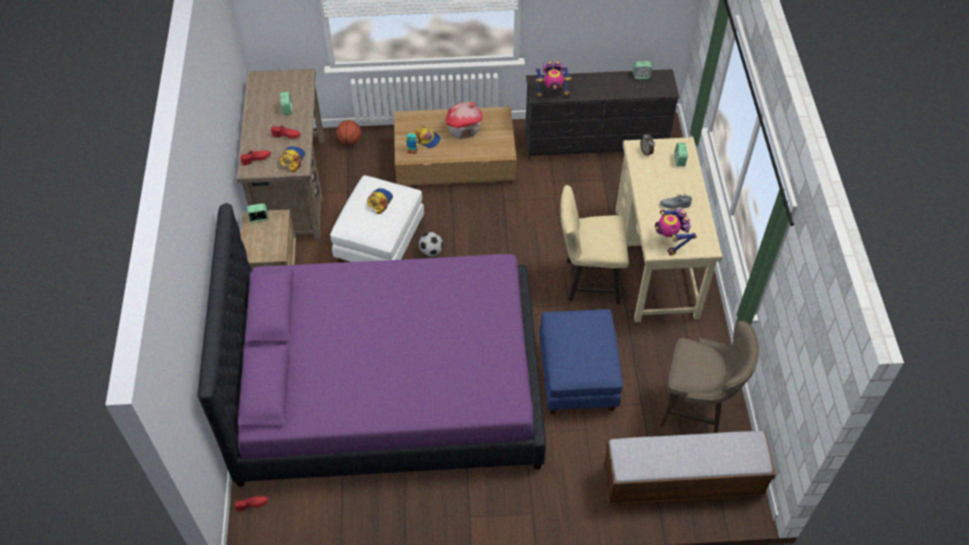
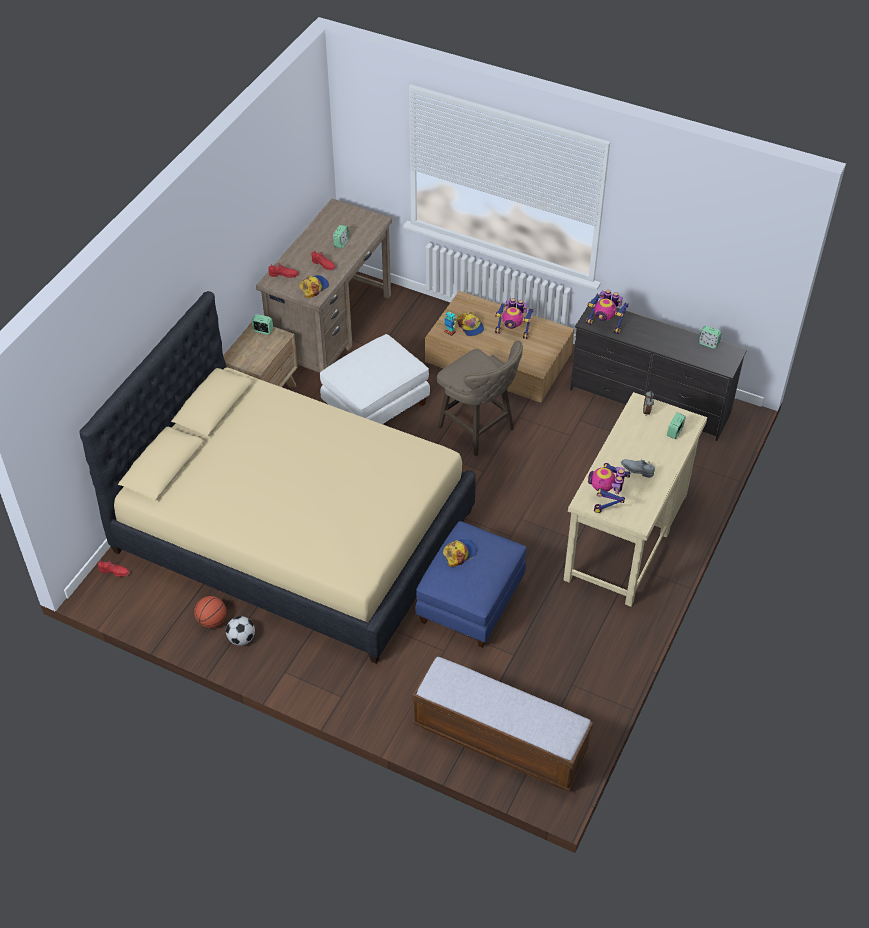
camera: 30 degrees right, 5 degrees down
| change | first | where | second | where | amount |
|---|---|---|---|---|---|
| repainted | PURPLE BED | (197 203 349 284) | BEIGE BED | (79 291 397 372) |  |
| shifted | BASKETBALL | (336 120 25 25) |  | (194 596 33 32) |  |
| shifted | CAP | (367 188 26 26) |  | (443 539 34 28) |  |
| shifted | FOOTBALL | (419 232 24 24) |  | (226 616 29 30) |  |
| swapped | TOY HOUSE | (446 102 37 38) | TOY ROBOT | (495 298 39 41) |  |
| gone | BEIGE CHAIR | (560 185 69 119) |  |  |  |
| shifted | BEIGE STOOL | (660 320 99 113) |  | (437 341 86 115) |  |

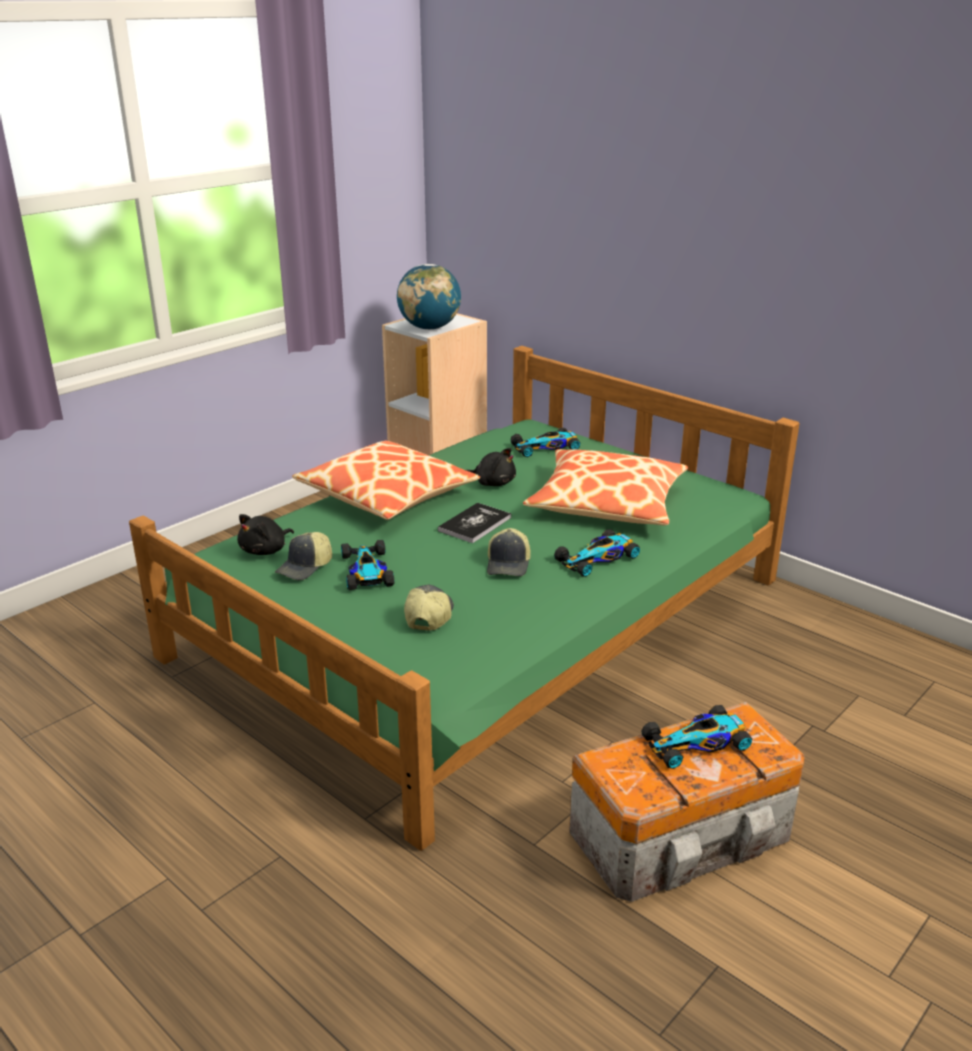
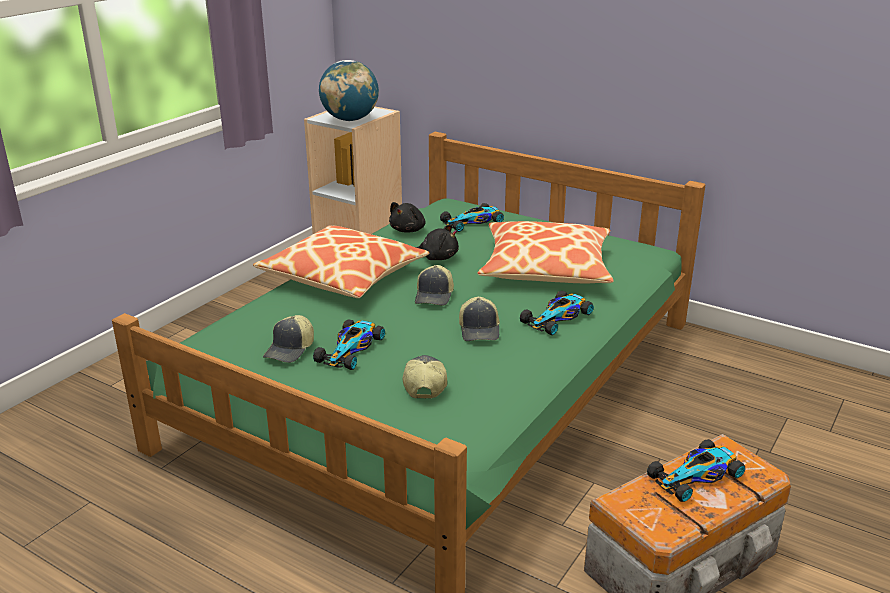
camera: 10 degrees left, 0 degrees up
| change | first | where | second | where | amount |
|---|---|---|---|---|---|
| shifted | BLACK PLUSH TOY | (237 514 57 41) |  | (389 202 36 31) |  |
| rotated | TOY CAR | (341 540 53 50) |  | (313 319 72 51) | 135 degrees counterclockwise |
| swapped | BOOK | (438 503 73 40) | CAP | (415 265 39 41) |  |

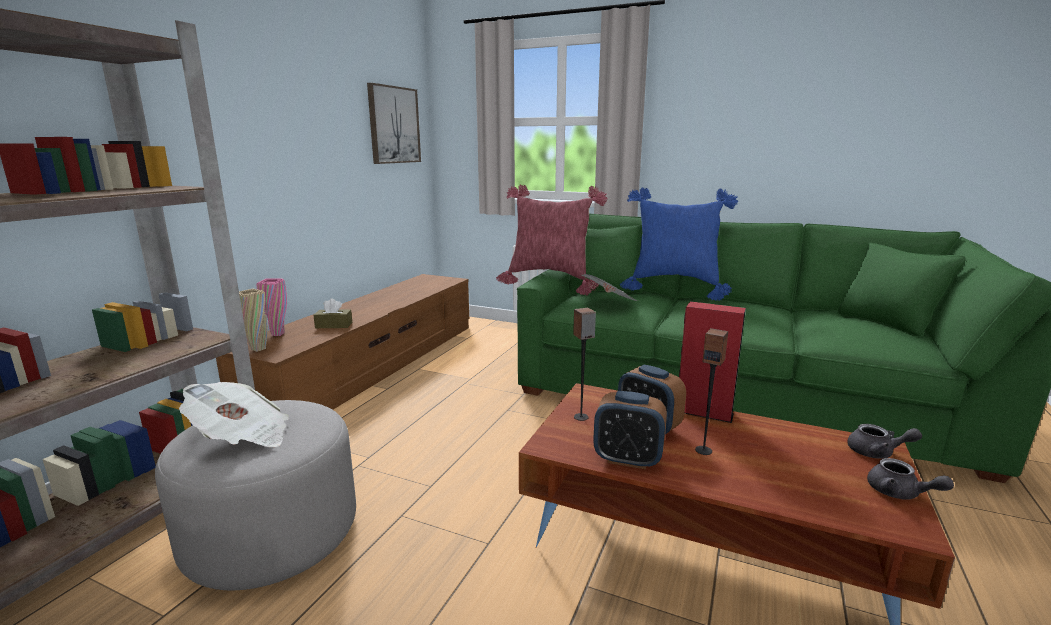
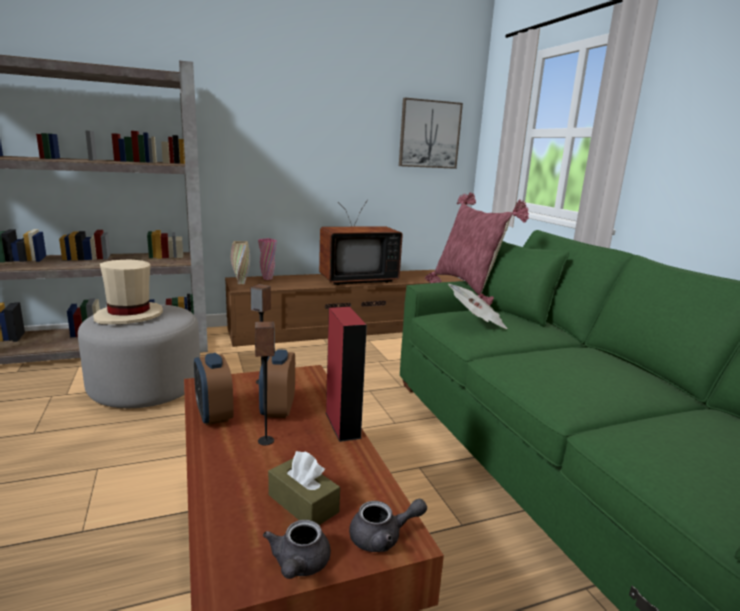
camera: 45 degrees right, 0 degrees up
| change | first | where | second | where | amount |
|---|---|---|---|---|---|
| swapped | NEWSPAPER | (179 382 110 65) | BEIGE HAT | (93 259 70 66) |  |
| shifted | BROWN TISSUE BOX | (313 298 39 30) |  | (268 451 72 74) |  |
| gone | BLUE PILLOW | (619 188 119 113) |  |  |  |
| rotated | GREY TEAPOT | (847 424 75 35) |  | (349 499 78 53) | 75 degrees counterclockwise |
| new |  |  | TELEVISION | (319 199 84 86) |  |

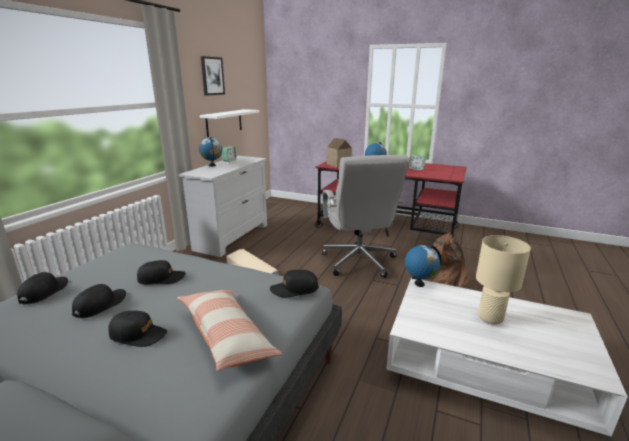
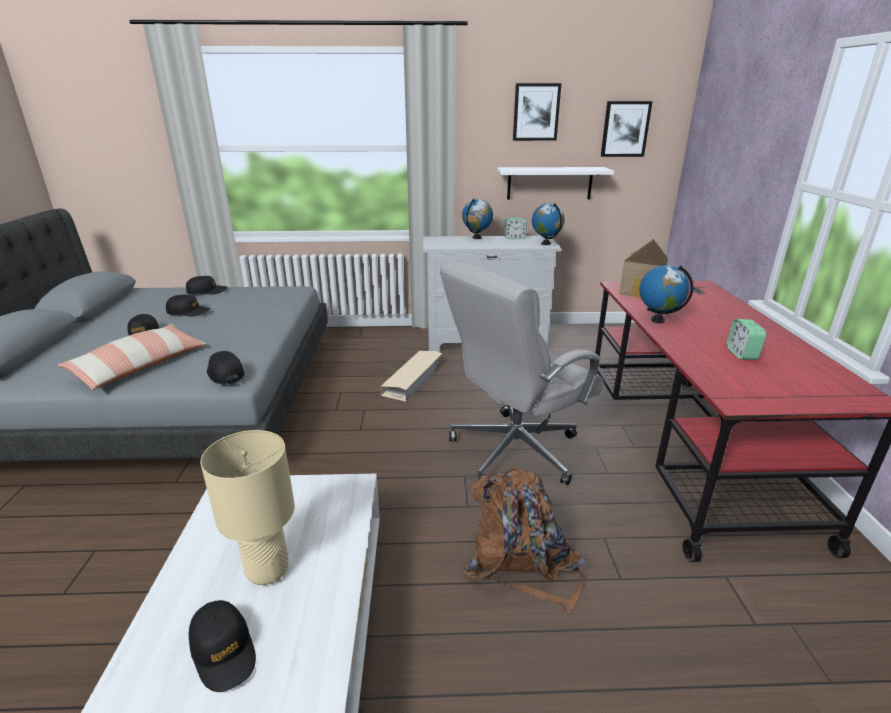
camera: 65 degrees right, 5 degrees up
| change | first | where | second | where | amount |
|---|---|---|---|---|---|
| shifted | BLACK CAP | (137 260 49 25) |  | (189 600 67 92) |  |
| shifted | GLOBE | (405 245 36 42) |  | (532 203 33 42) |  |
| new |  |  | PICTURE | (601 101 52 56) |  |

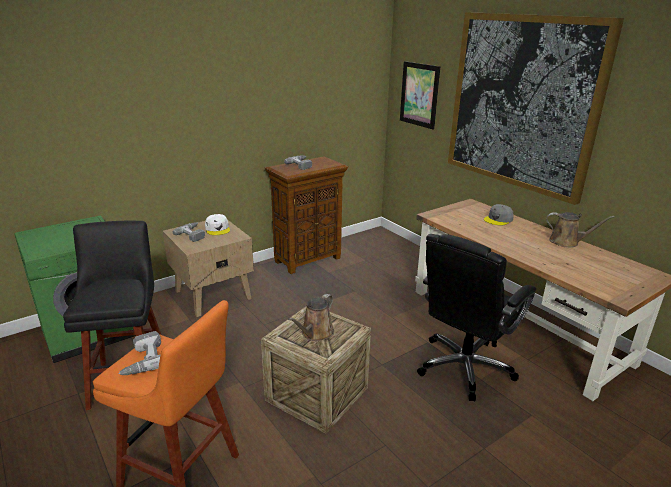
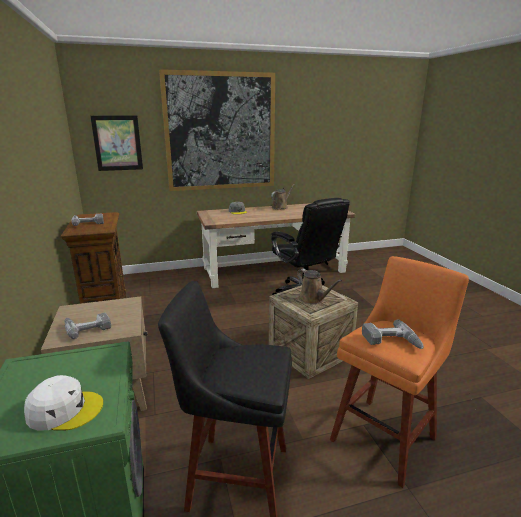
camera: 70 degrees left, 5 degrees down
| change | first | where | second | where | amount |
|---|---|---|---|---|---|
| shifted | WHITE CAP | (205 214 25 21) |  | (24 375 79 56) |  |

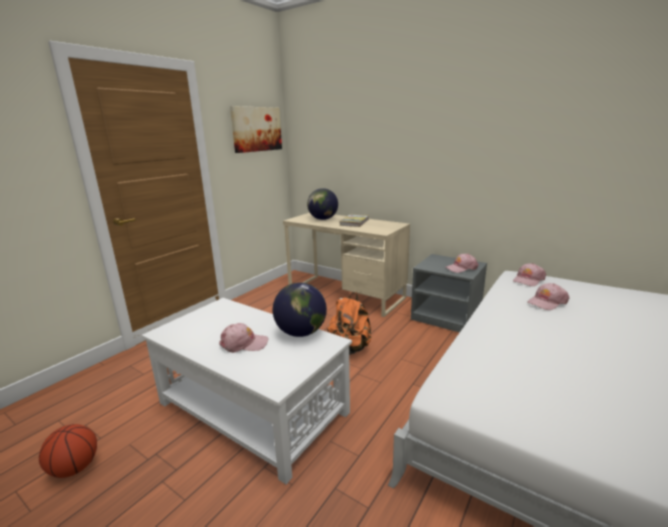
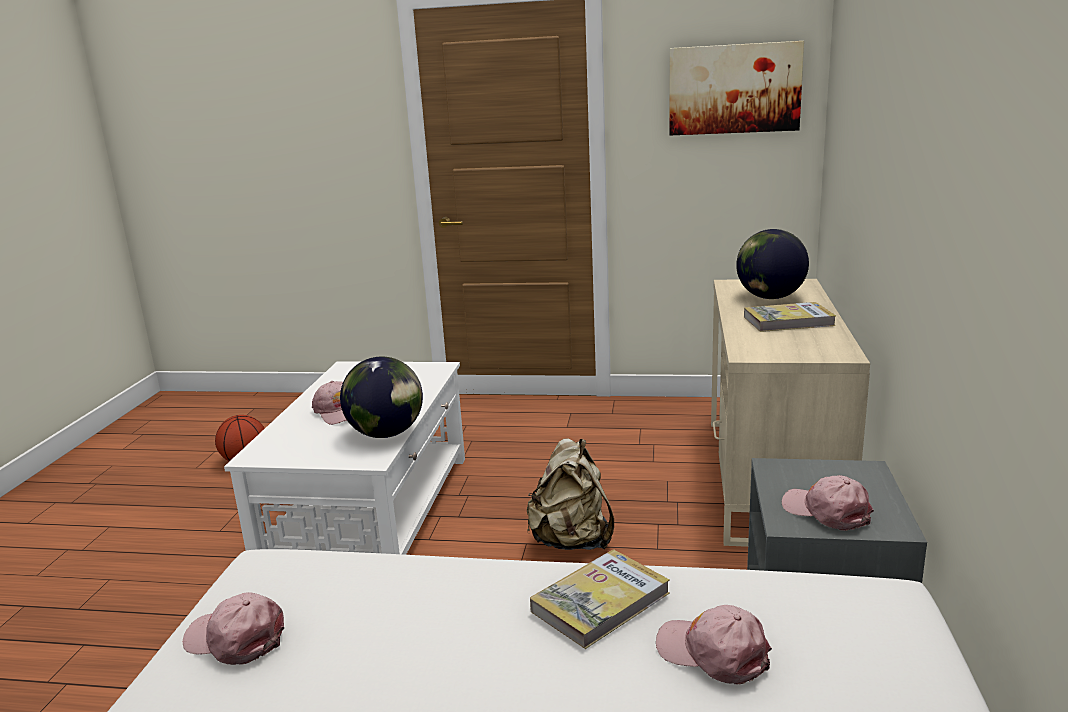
camera: 65 degrees right, 0 degrees up
| change | first | where | second | where | amount |
|---|---|---|---|---|---|
| repainted | ORANGE BACKPACK | (327 292 44 63) | BEIGE BACKPACK | (527 438 87 112) |  |
| shifted | PINK CAP | (513 263 33 23) |  | (183 593 101 72) |  |
| new |  |  | BOOK | (530 550 140 99) |  |

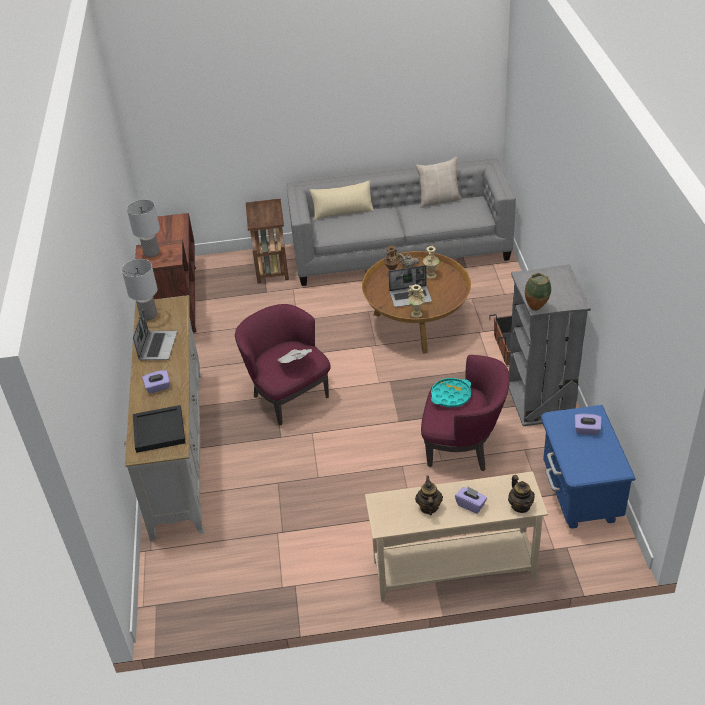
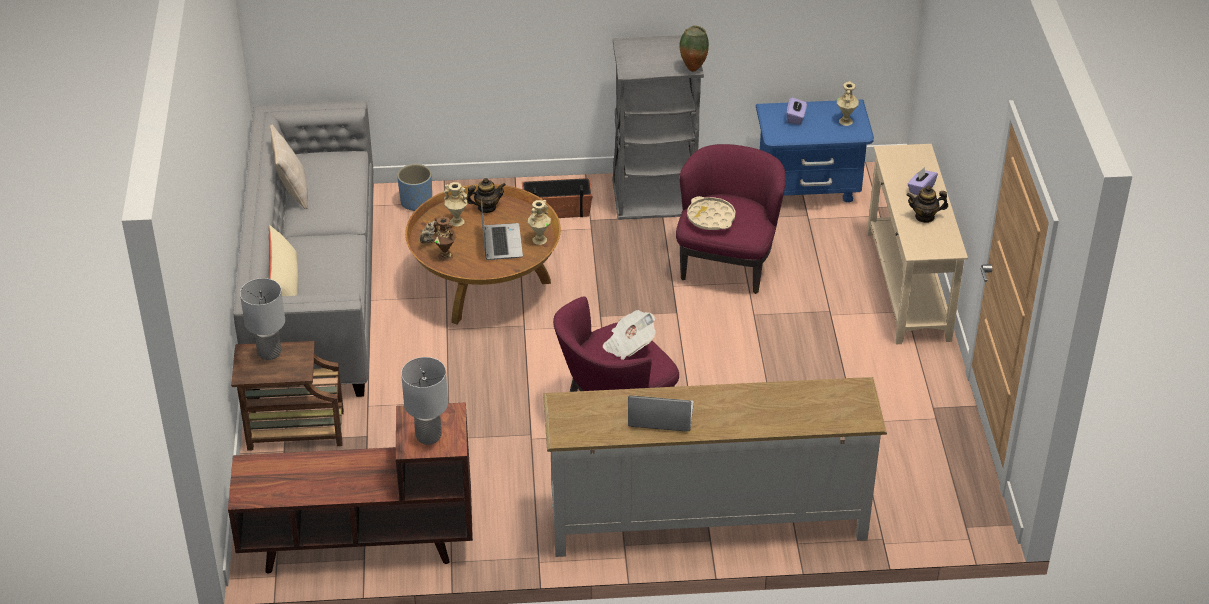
camera: 90 degrees left, 0 degrees up
| change | first | where | second | where | amount |
|---|---|---|---|---|---|
| shifted | GREY TABLE LAMP | (122 259 36 61) |  | (240 278 45 82) |  |
| gone | BLACK TRAY | (133 405 52 48) |  |  |  |
| gone | PURPLE TISSUE BOX | (142 370 28 23) |  |  |  |
| repainted | TURQUOISE TRAY | (431 378 40 29) | BEIGE TRAY | (687 196 49 34) |  |
| shifted | TEAPOT | (508 475 27 38) |  | (466 178 40 35) |  |
| new |  |  | BLUE PLANTER | (397 164 35 47) |  |
| new |  |  | BEIGE VASE | (837 81 22 45) |  |

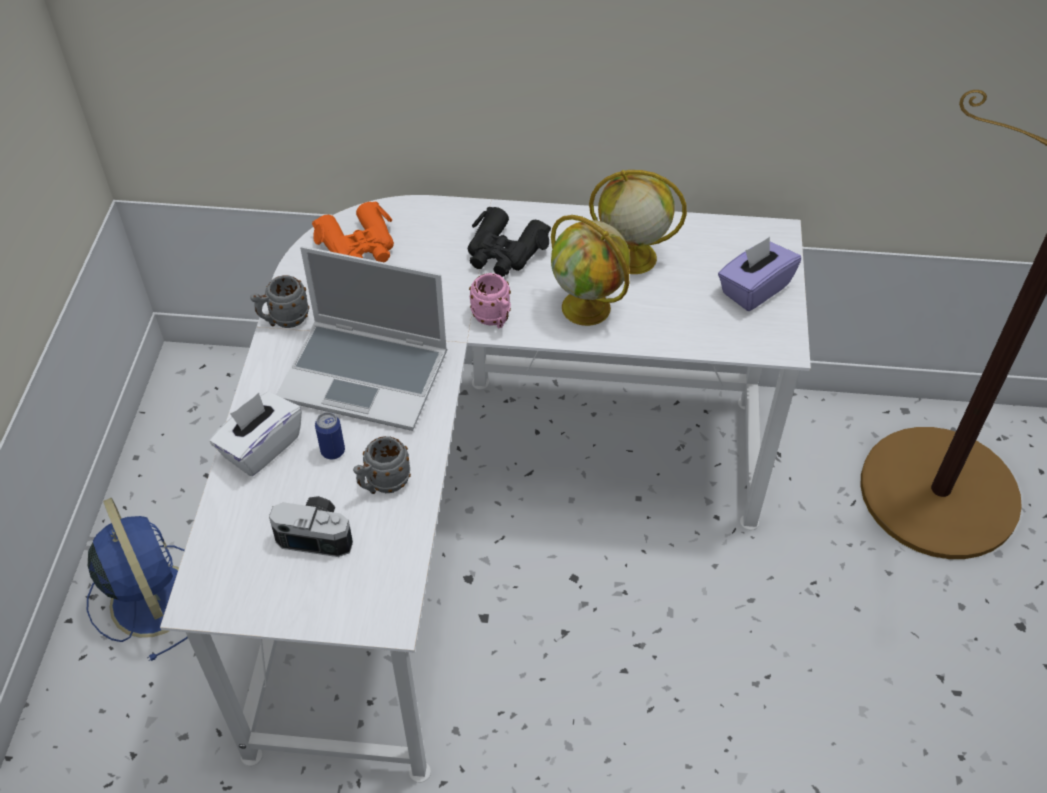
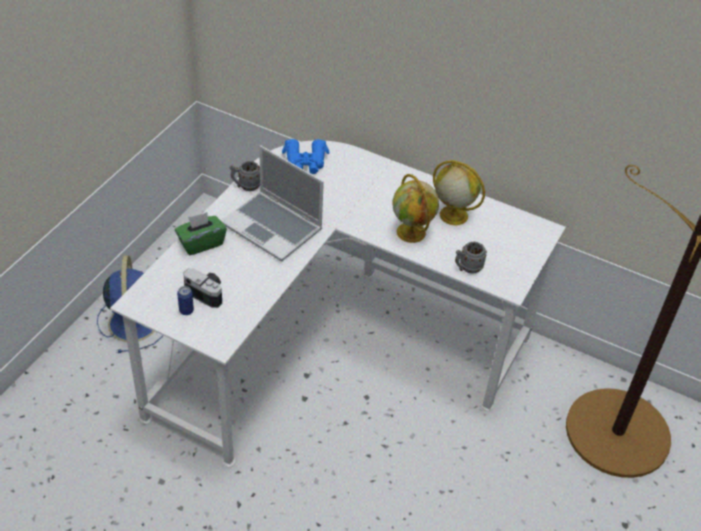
camera: 20 degrees right, 5 degrees down
| change | first | where | second | where | amount |
|---|---|---|---|---|---|
| repainted | WHITE TISSUE BOX | (210 392 92 84) | GREEN TISSUE BOX | (175 212 52 43) |  |
| repainted | ORANGE BINOCULARS | (312 201 82 61) | BLUE BINOCULARS | (282 139 48 35) |  |
| shifted | CAN | (315 412 30 47) |  | (177 286 17 29) |  |
| shifted | GREY MUG | (353 436 58 58) |  | (455 242 32 32) |  |
| gone | BLACK BINOCULARS | (468 207 83 70) |  |  |  |
| gone | PINK MUG | (469 273 42 55) |  |  |  |
| gone | PURPLE TISSUE BOX | (718 237 83 74) |  |  |  |

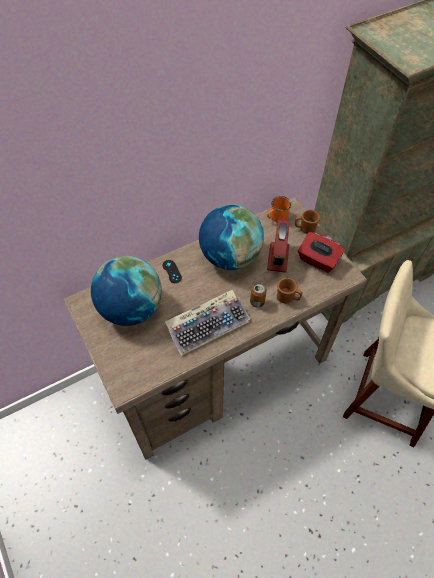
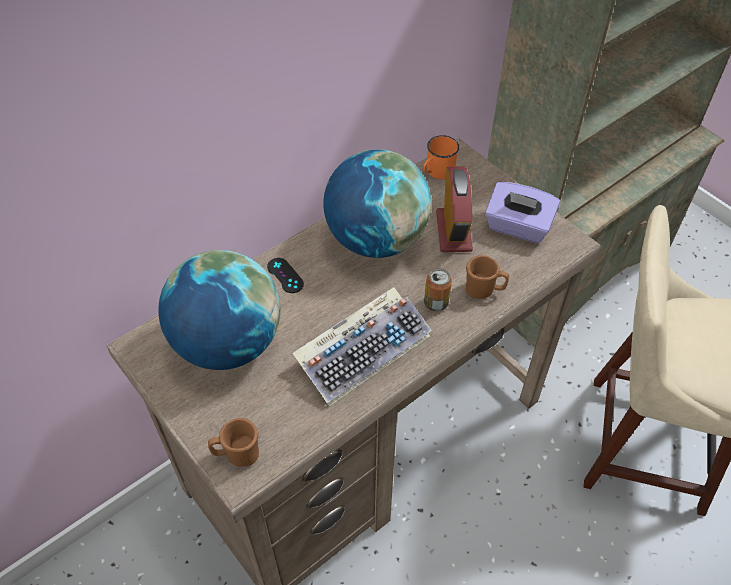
camera: 10 degrees left, 5 degrees down
| change | first | where | second | where | amount |
|---|---|---|---|---|---|
| shifted | BROWN MUG | (295 210 25 24) |  | (208 418 51 49) |  |
| repainted | RED TISSUE BOX | (298 232 47 41) | PURPLE TISSUE BOX | (485 182 75 61) |  |

